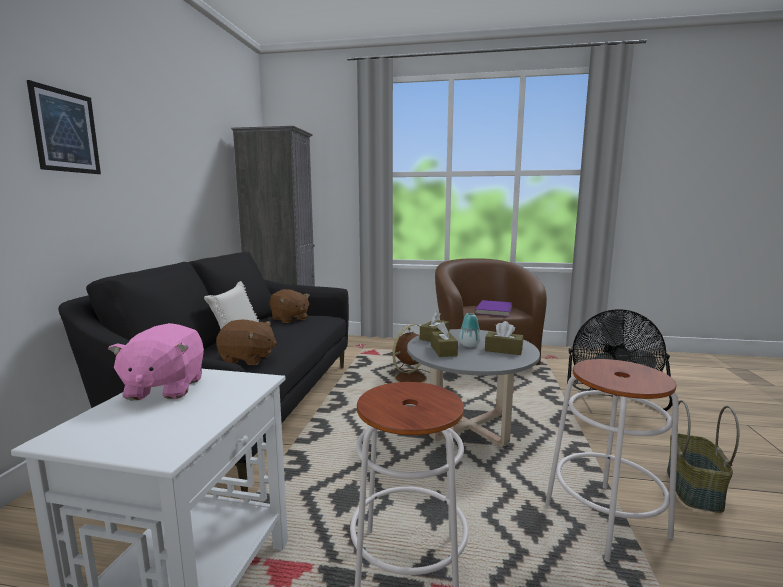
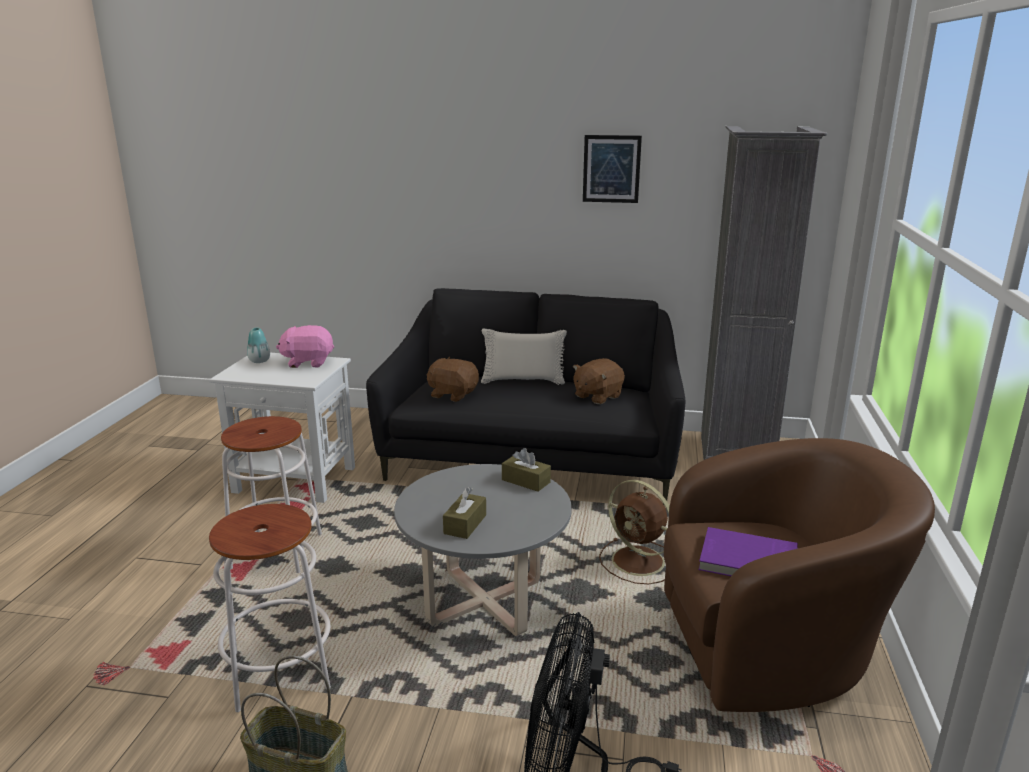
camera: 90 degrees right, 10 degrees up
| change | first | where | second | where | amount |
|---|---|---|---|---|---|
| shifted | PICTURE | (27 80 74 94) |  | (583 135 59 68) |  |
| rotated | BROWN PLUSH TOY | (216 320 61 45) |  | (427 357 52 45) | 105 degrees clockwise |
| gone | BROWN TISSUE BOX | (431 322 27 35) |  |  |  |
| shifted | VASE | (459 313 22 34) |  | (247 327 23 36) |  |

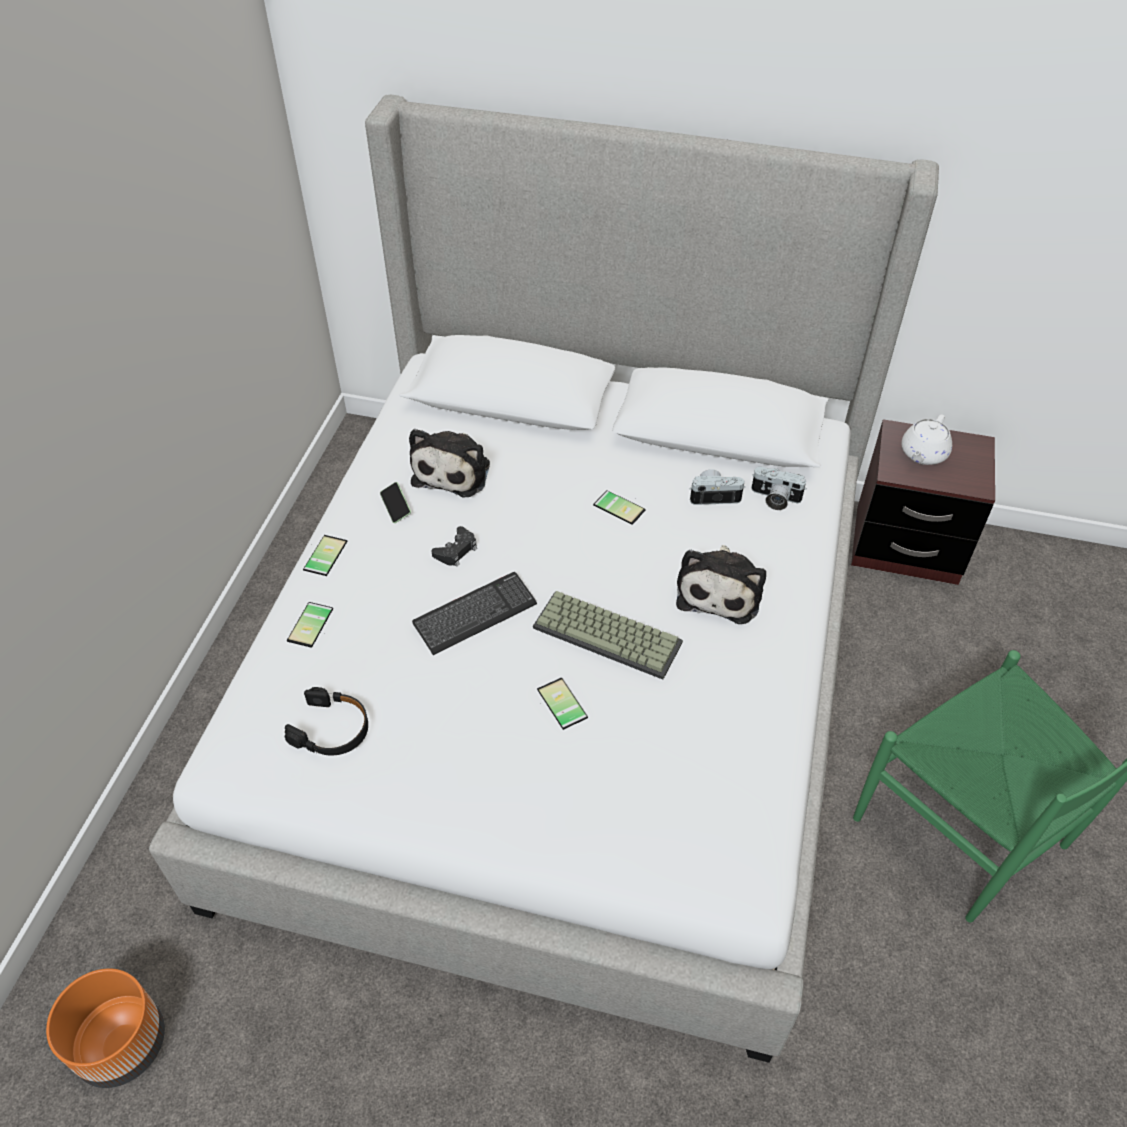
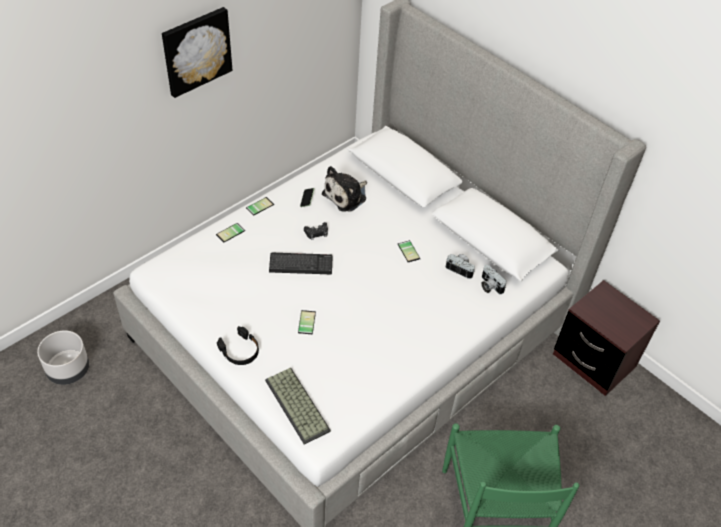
camera: 30 degrees right, 0 degrees up
| change | first | where | second | where | amount |
|---|---|---|---|---|---|
| repainted | ORANGE PLANTER | (46 968 119 120) | GREY PLANTER | (37 330 52 55) |  |
| shifted | BLACK HEADPHONES | (285 687 83 69) |  | (217 326 42 39) |  |
| shifted | KEYBOARD | (533 591 150 88) |  | (265 368 66 77) |  |
| gone | PLUSH TOY | (676 545 90 79) |  |  |  |
| gone | WHITE TEAPOT | (901 414 51 51) |  |  |  |
| new |  |  | PICTURE | (162 7 70 91) |  |

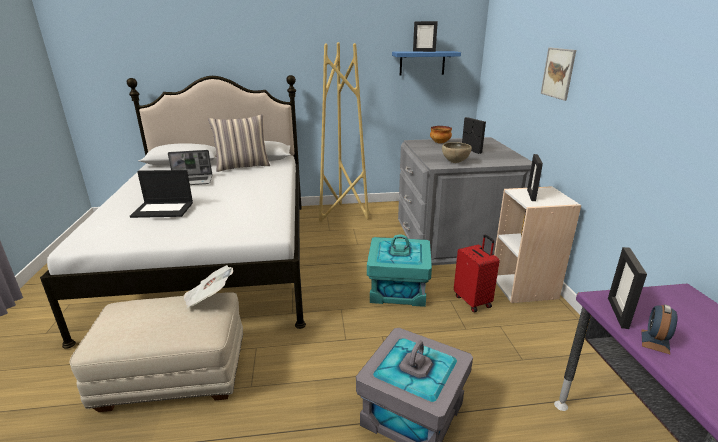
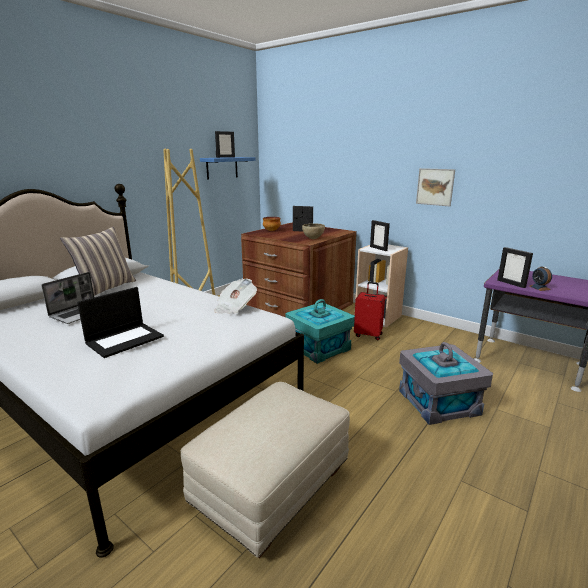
camera: 45 degrees left, 5 degrees down
| change | first | where | second | where | amount |
|---|---|---|---|---|---|
| shifted | NEWSPAPER | (184 265 49 43) |  | (214 279 43 35) |  |
| repainted | GREY DRESSER | (398 137 134 128) | BROWN DRESSER | (241 223 116 94) |  |
| shifted | PICTURE | (541 48 35 53) |  | (416 168 39 38) |  |

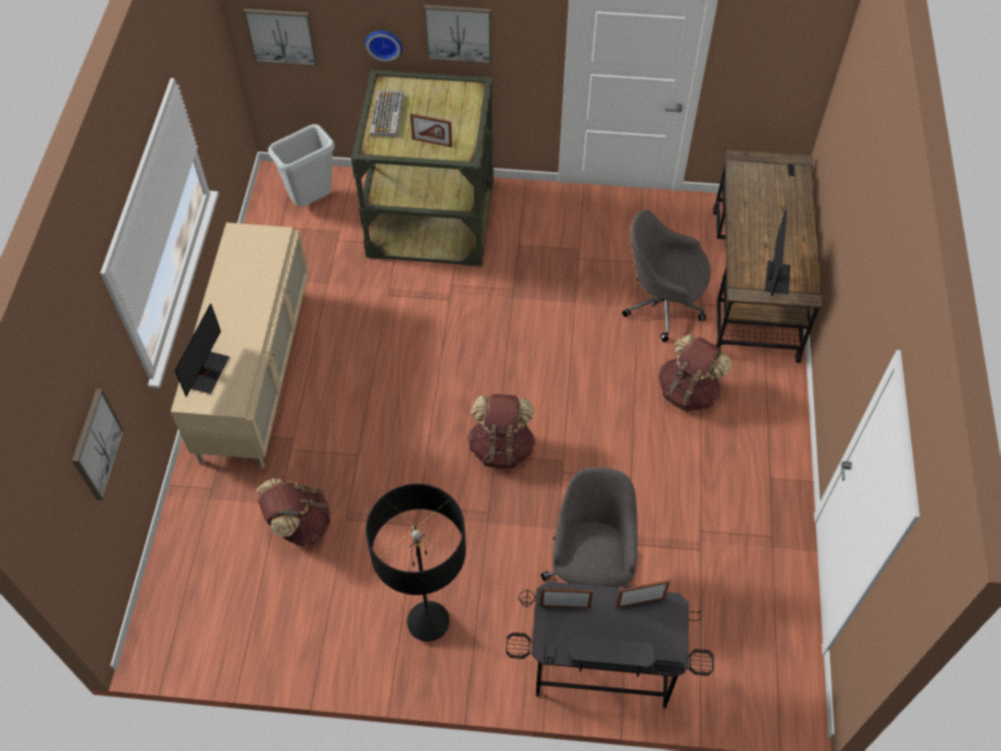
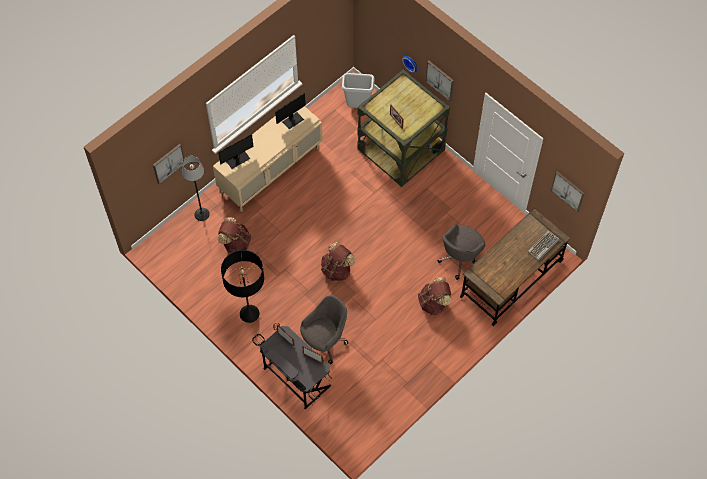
camera: 40 degrees right, 5 degrees up
| change | first | where | second | where | amount |
|---|---|---|---|---|---|
| shifted | PICTURE | (243 8 74 58) |  | (551 171 33 41) |  |
| shifted | KEYBOARD | (370 90 34 47) |  | (528 231 31 29) |  |
| rotated | GREY OFFICE CHAIR | (622 210 89 132) |  | (437 224 48 56) | 105 degrees counterclockwise |
| shifted | MONITOR | (765 210 26 86) |  | (275 93 31 36) |  |
| new |  |  | FLOOR LAMP | (182 156 28 65) |  |

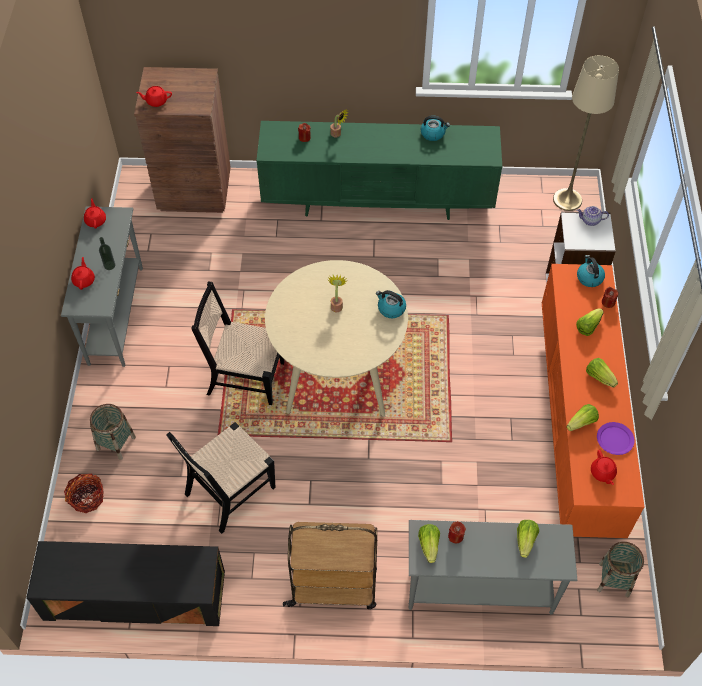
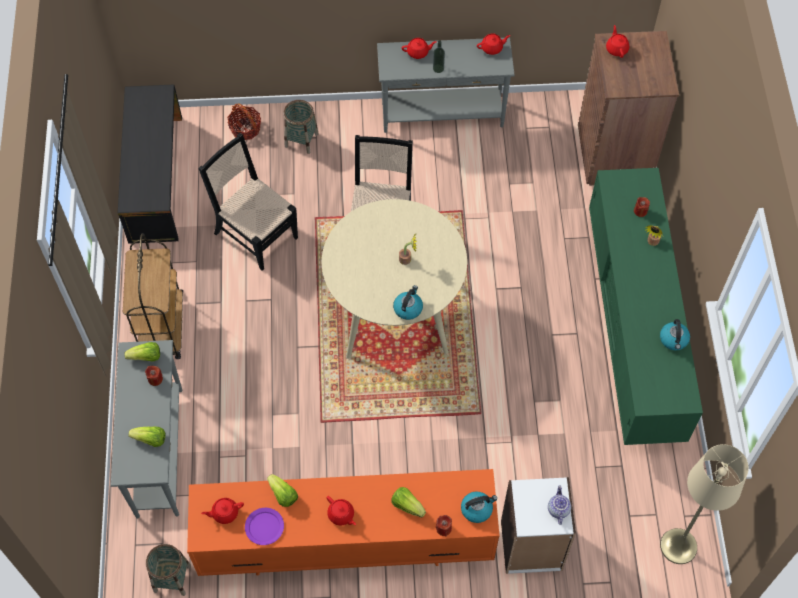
camera: 85 degrees right, 5 degrees up
| change | first | where | second | where | amount |
|---|---|---|---|---|---|
| swapped | LETTUCE | (586 358 32 30) | RED TEAPOT | (327 496 29 30) |  |

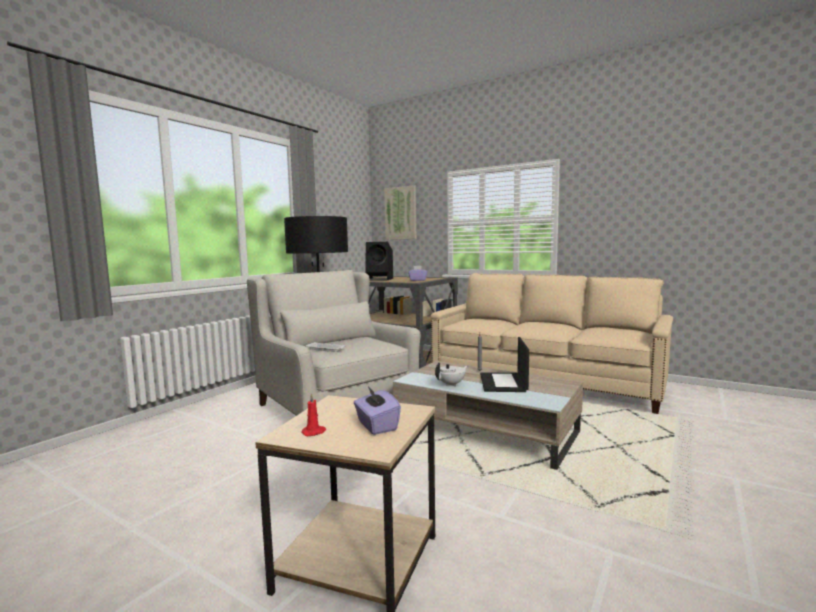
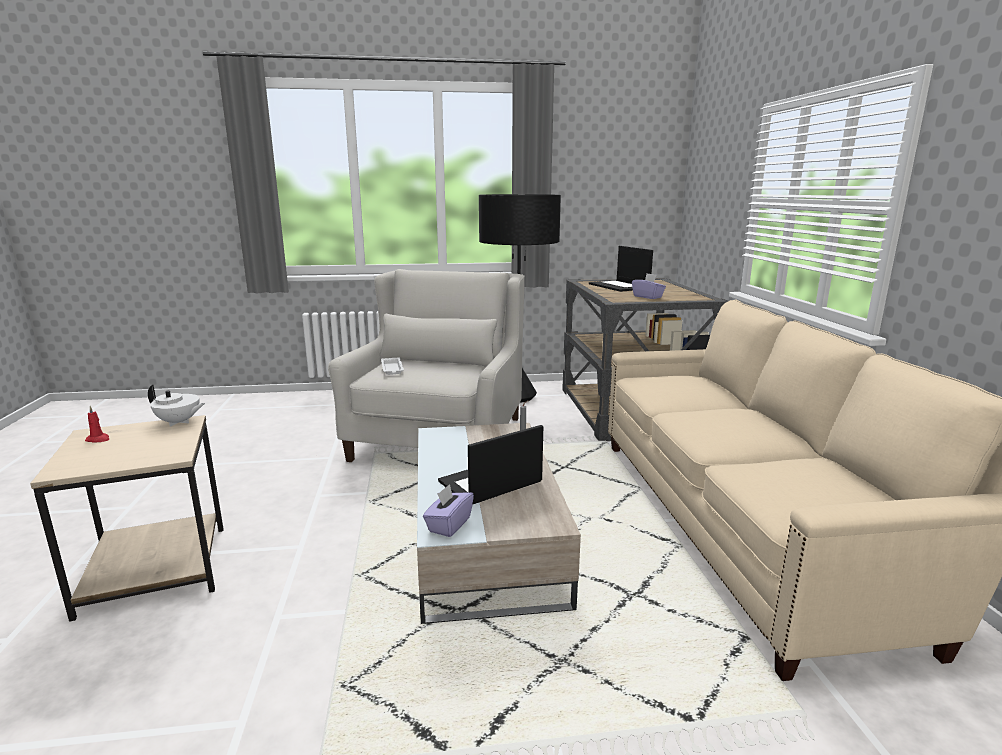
camera: 50 degrees right, 10 degrees up
| change | first | where | second | where | amount |
|---|---|---|---|---|---|
| shifted | PURPLE TISSUE BOX | (354 386 47 49) |  | (423 484 51 53) |  |
| swapped | BLACK SPEAKER | (365 242 28 39) | LAPTOP | (589 246 64 46) |  |
| gone | PICTURE | (384 185 33 55) |  |  |  |
| shifted | WHITE TEAPOT | (435 363 32 24) |  | (148 385 57 42) |  |

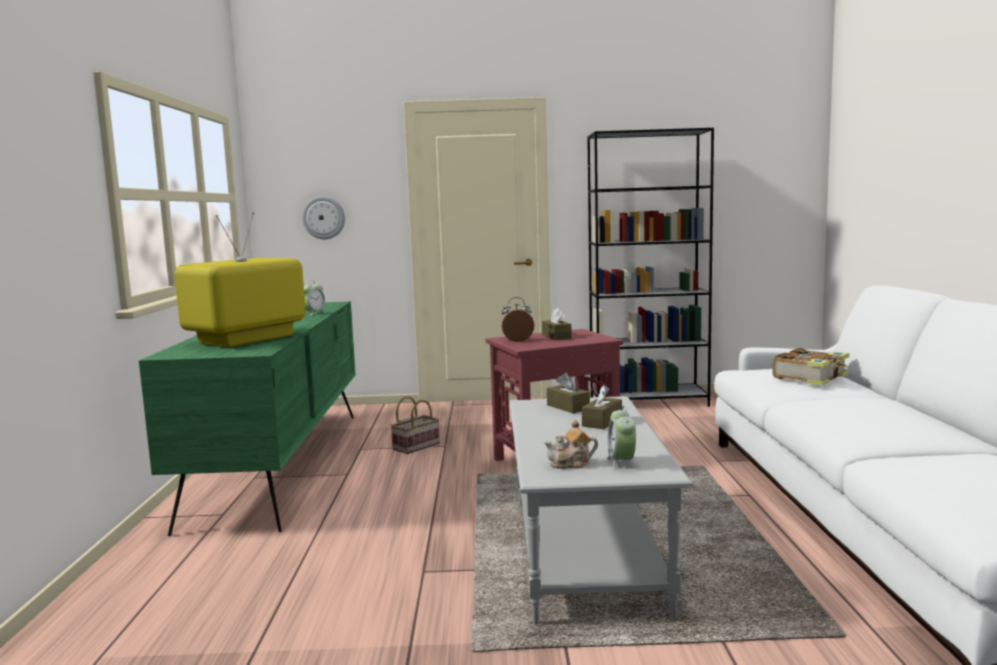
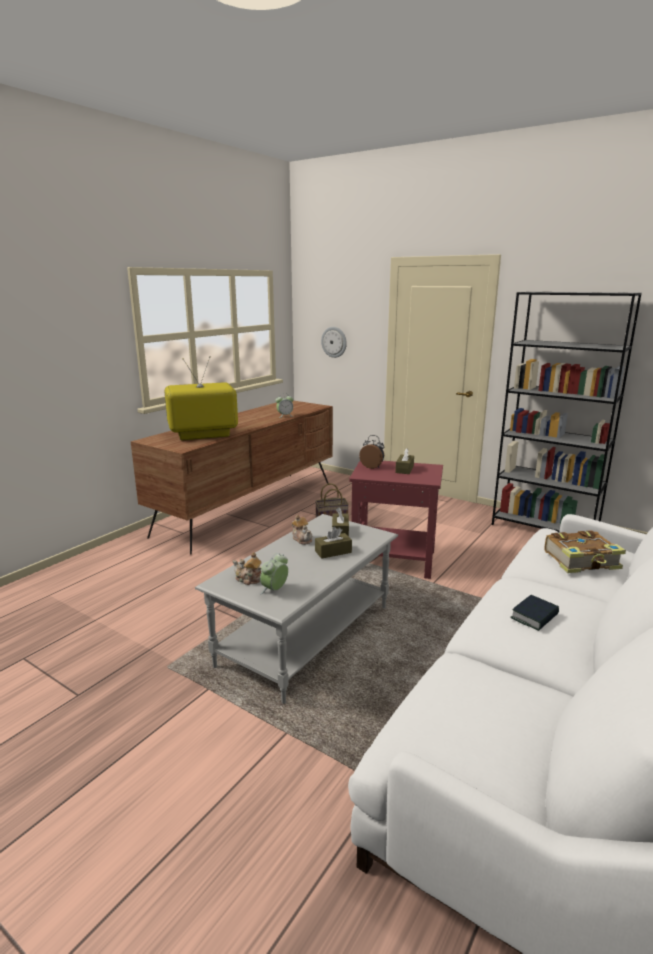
camera: 35 degrees right, 10 degrees up
| change | first | where | second | where | amount |
|---|---|---|---|---|---|
| repainted | GREEN TV STAND | (139 302 216 234) | BROWN TV STAND | (131 401 202 154) |  |
| new |  |  | TEAPOT | (292 515 21 30) |  |
| new |  |  | BOOK | (510 595 49 36) |  |

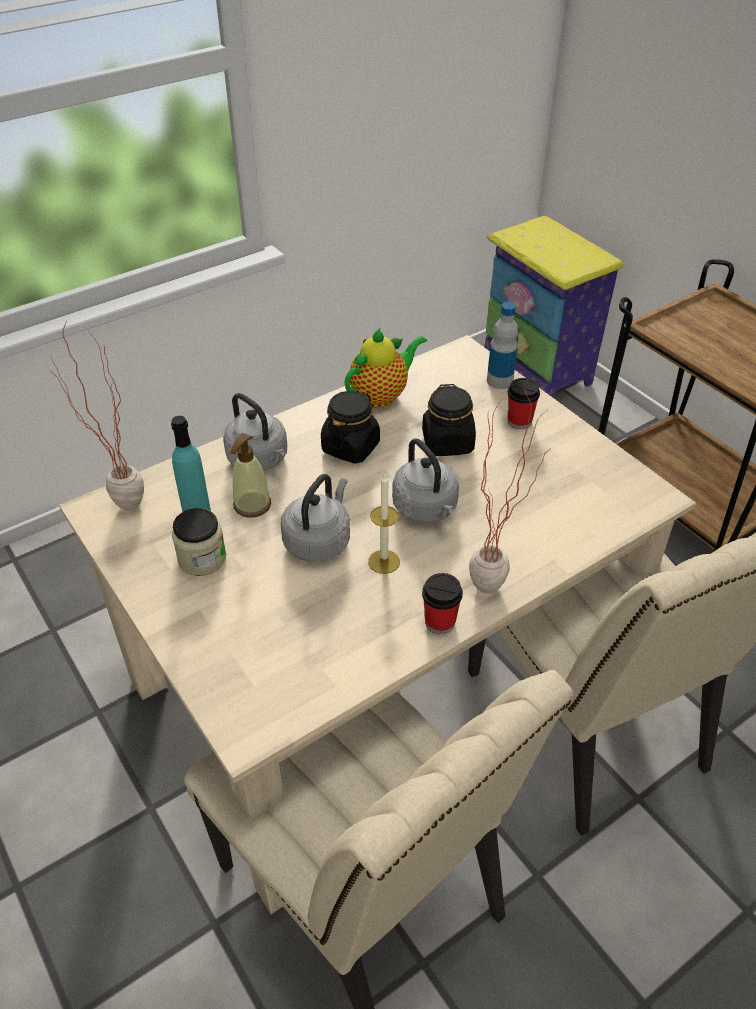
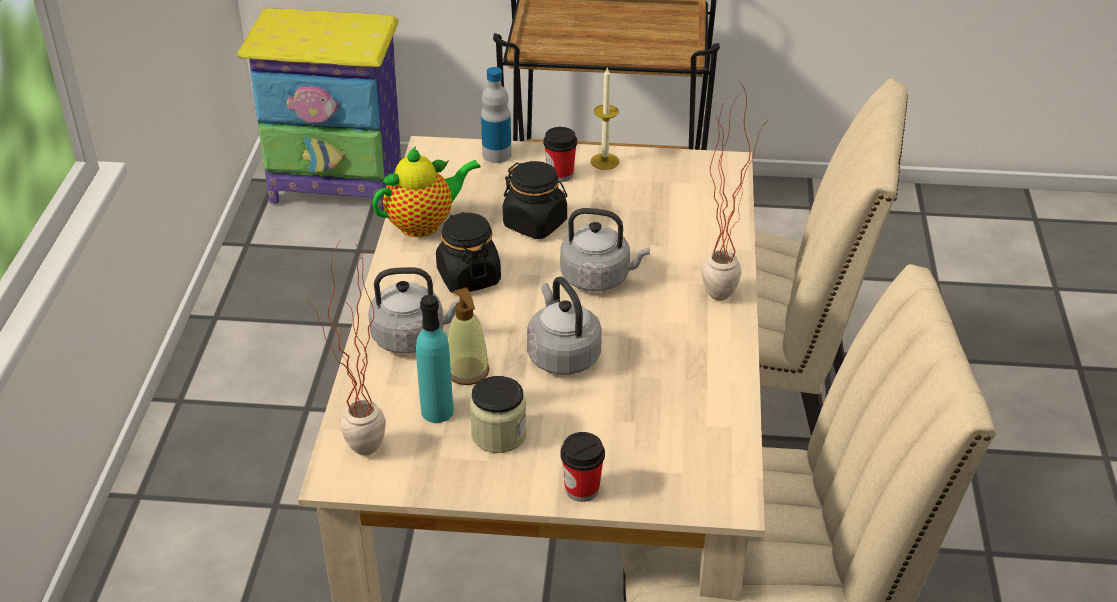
camera: 50 degrees left, 5 degrees down
| change | first | where | second | where | amount |
|---|---|---|---|---|---|
| rotated | TEAPOT | (345 328 82 80) |  | (372 146 109 91) | 60 degrees clockwise |
| shifted | CANDLE | (368 474 32 100) |  | (591 66 28 104) |  |
| shifted | CUP | (422 573 41 61) |  | (560 432 45 70) |  |

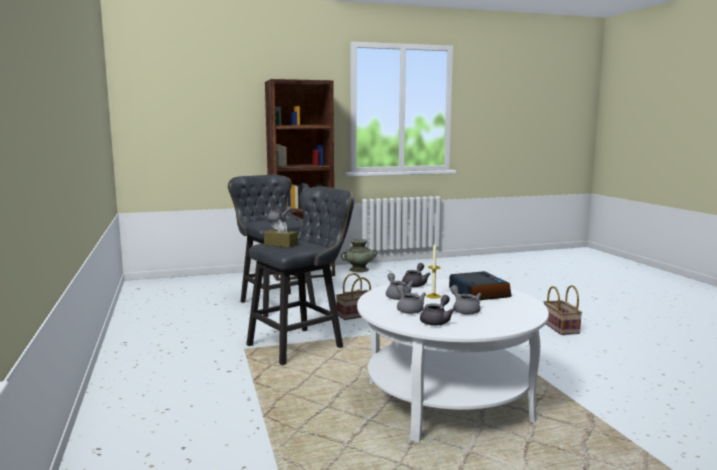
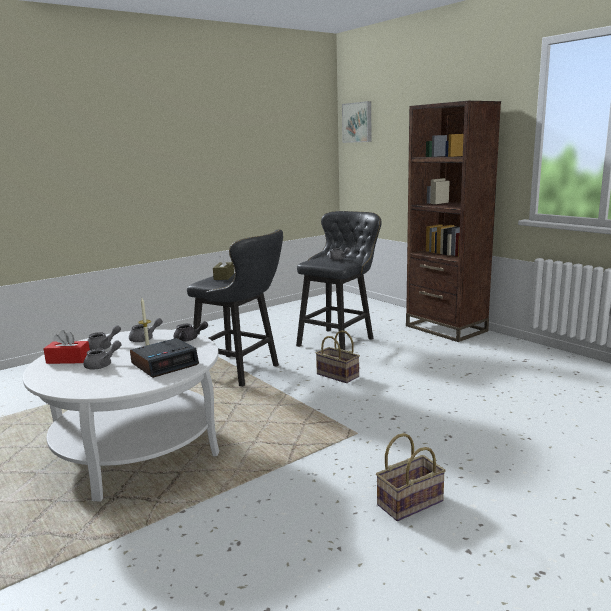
camera: 70 degrees right, 5 degrees up
| change | first | where | second | where | amount |
|---|---|---|---|---|---|
| gone | TURQUOISE VASE | (341 239 36 33) |  |  |  |
| swapped | GREY TEAPOT | (420 295 35 31) | RED TISSUE BOX | (43 330 47 34) |  |
| new |  |  | PICTURE | (342 101 29 42) |  |

